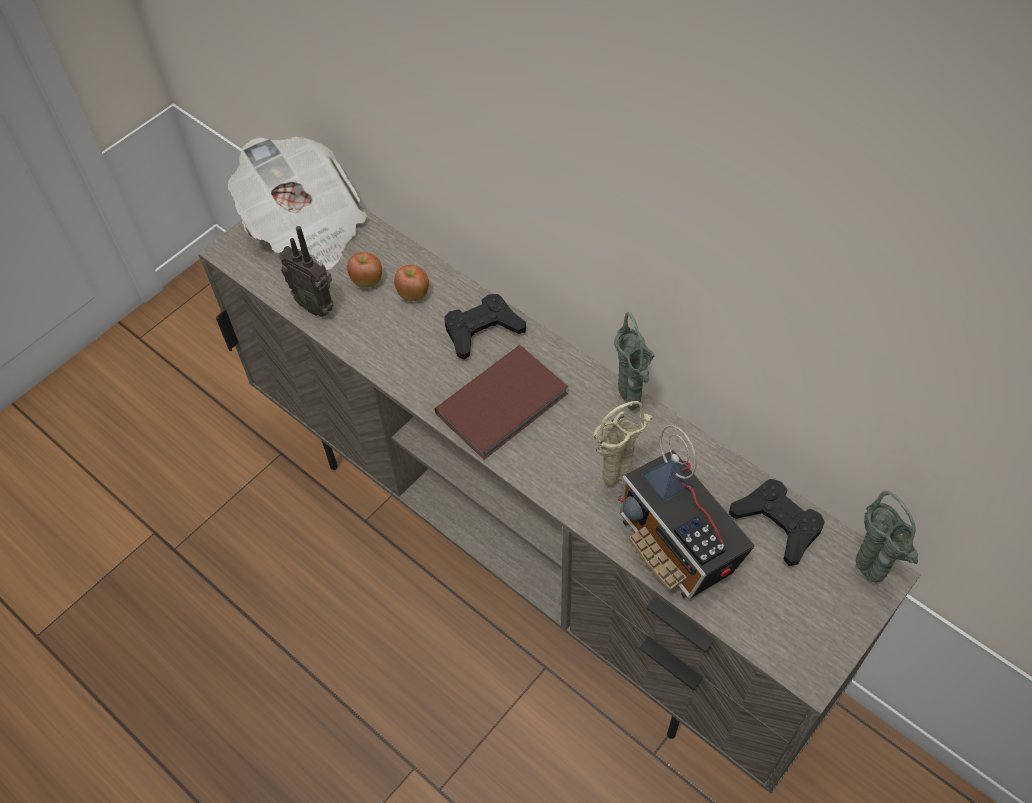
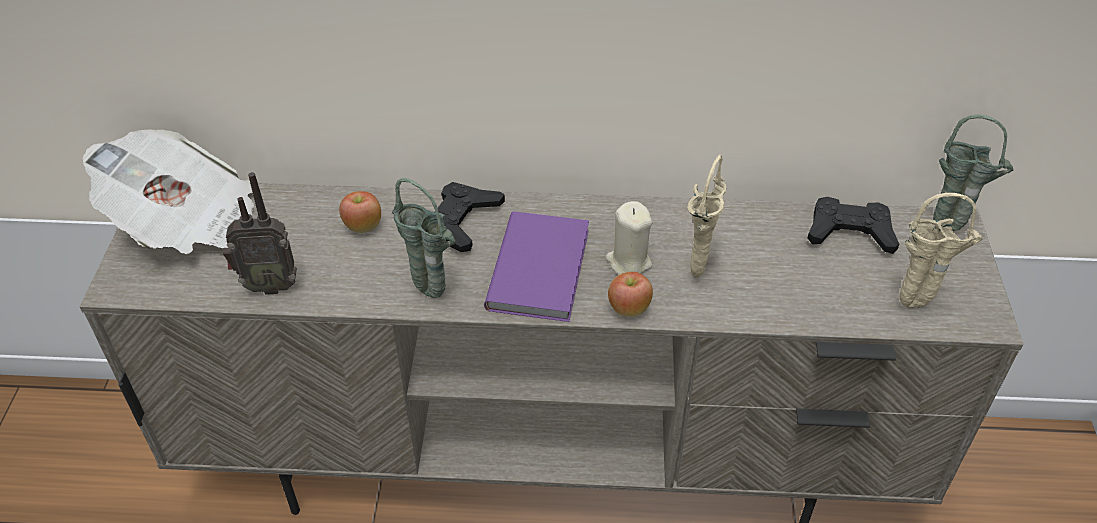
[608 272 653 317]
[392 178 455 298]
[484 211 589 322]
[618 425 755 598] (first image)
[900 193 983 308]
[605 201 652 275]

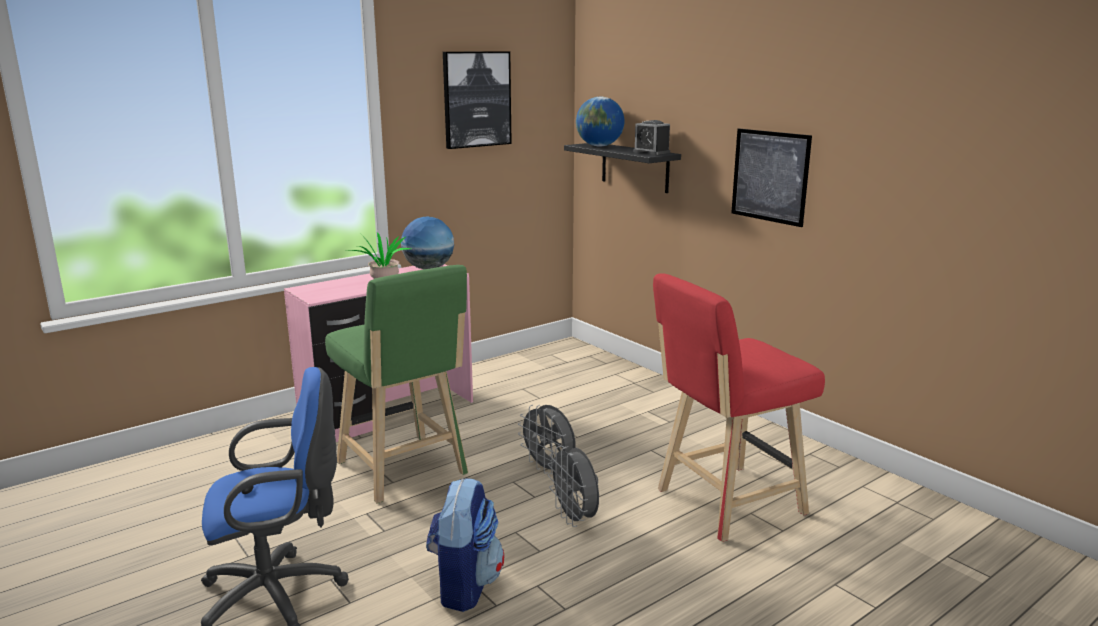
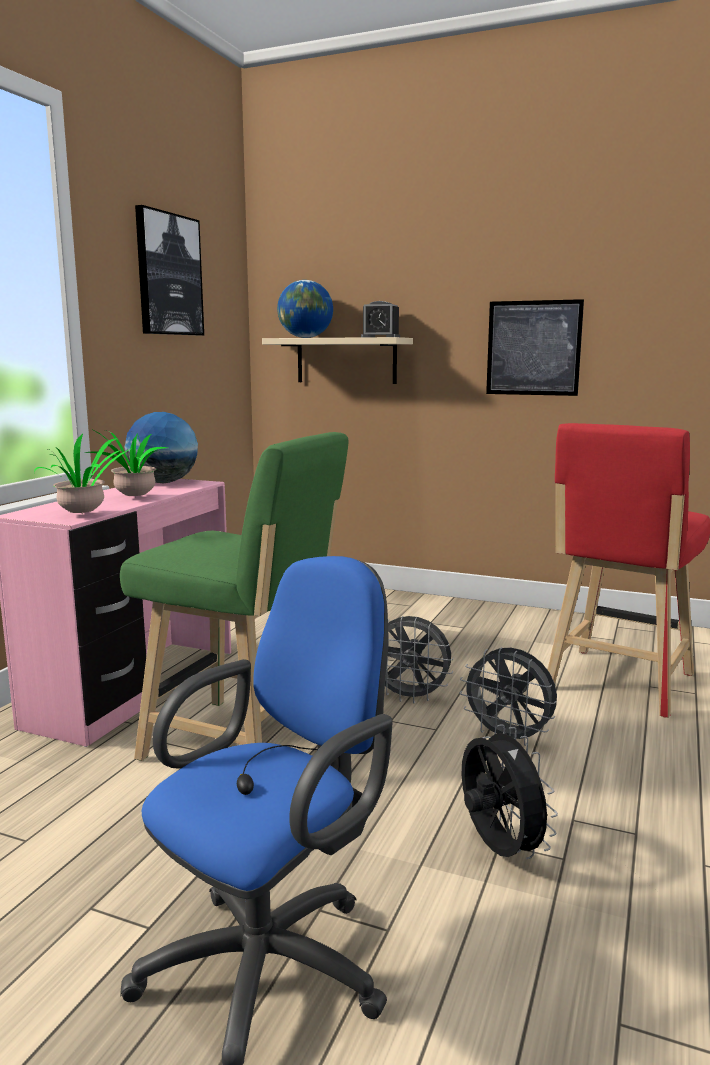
[262 337 413 384]
[461 724 558 859]
[34 434 132 513]

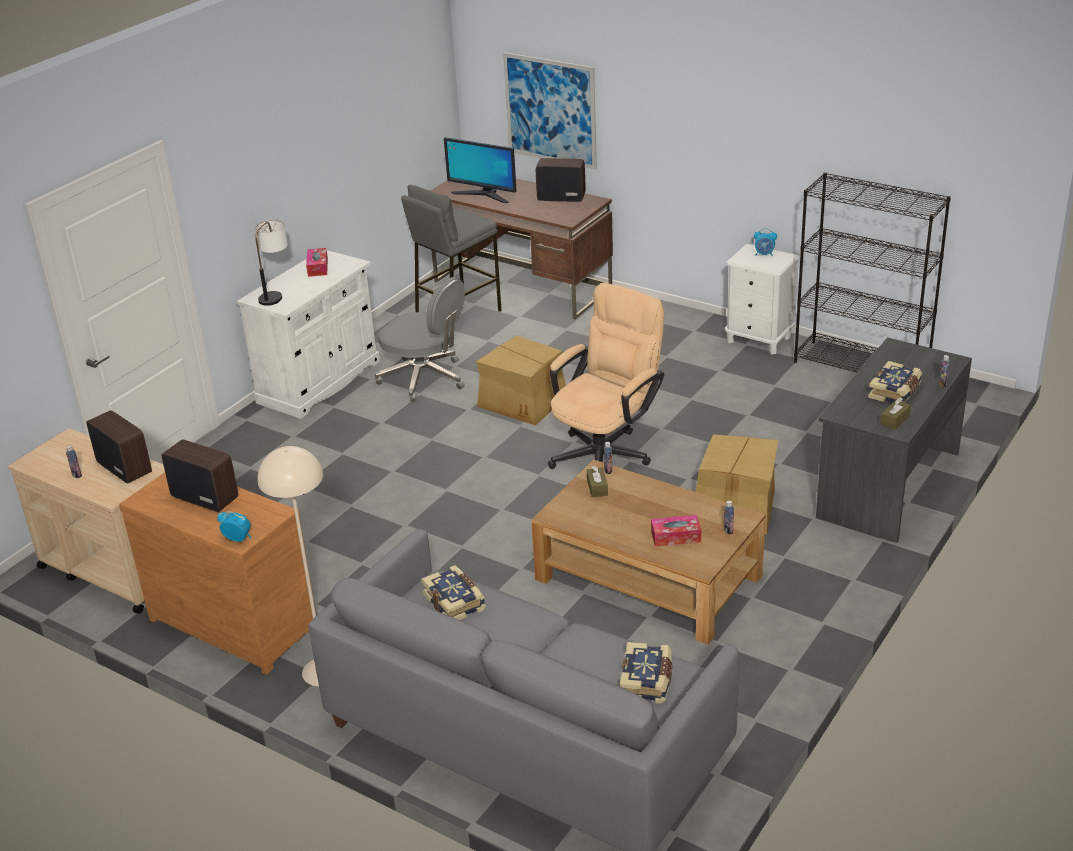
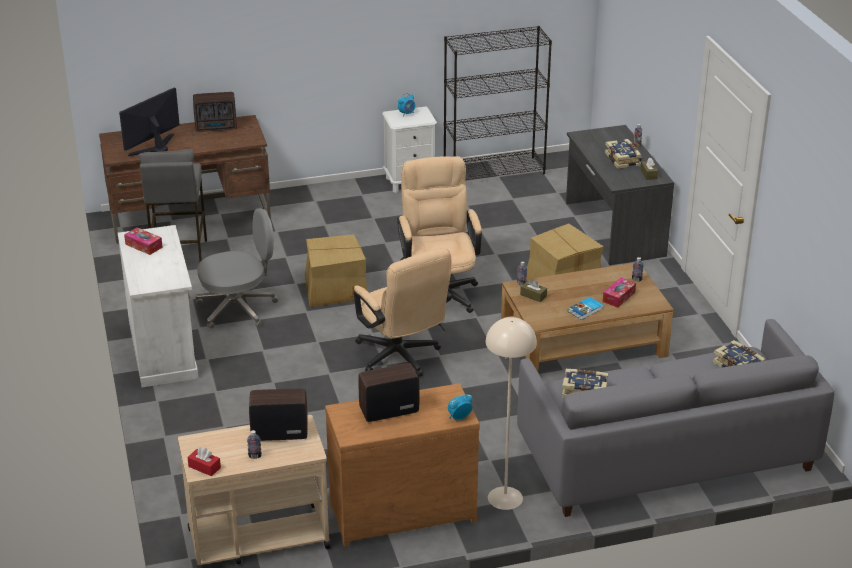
[503 52 597 170] (first image)
[119 87 180 156]
[193 92 237 132]
[255 220 288 306] (first image)
[354 248 452 377]
[568 297 603 320]
[187 447 221 476]

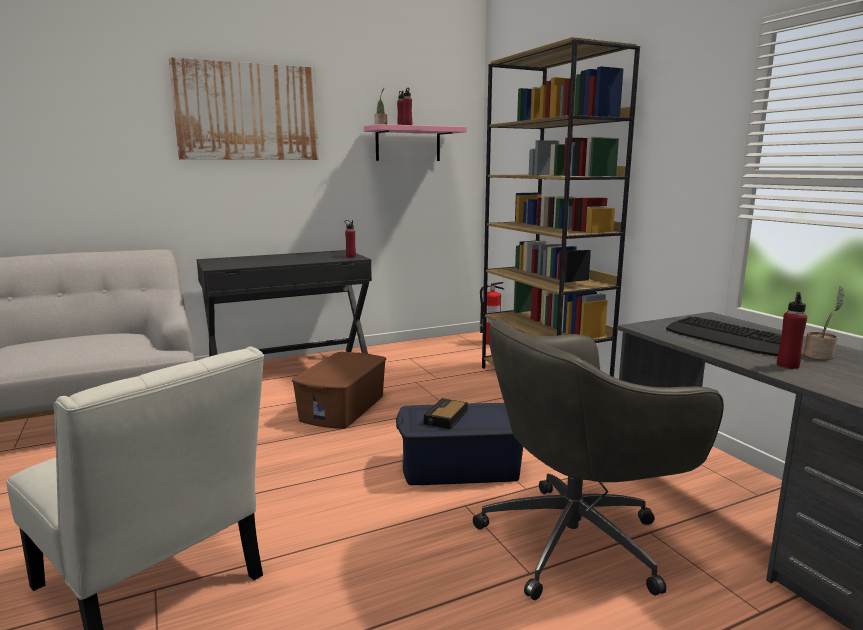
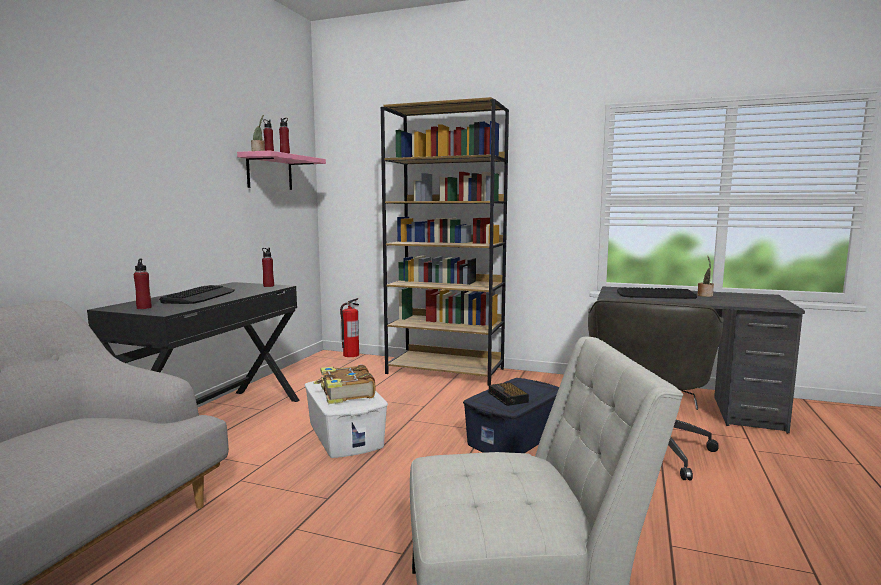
[169 57 319 160] (first image)
[134 259 152 309]
[305 380 388 458]
[159 285 235 304]
[313 365 375 404]

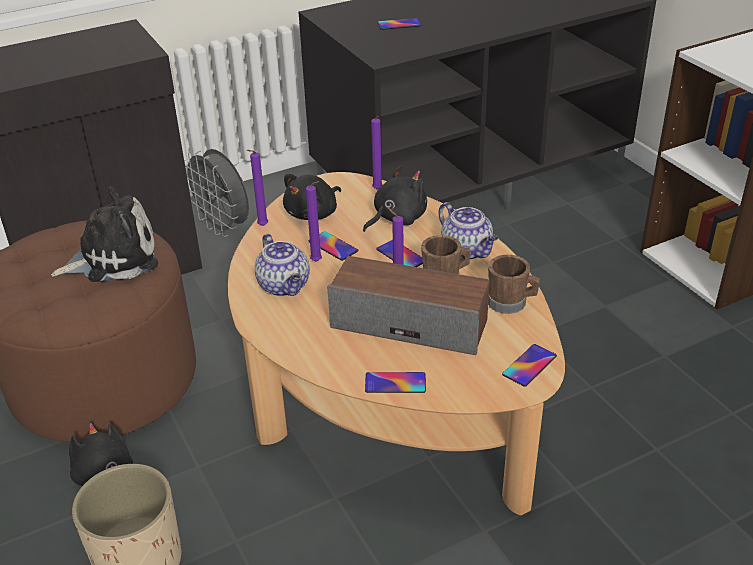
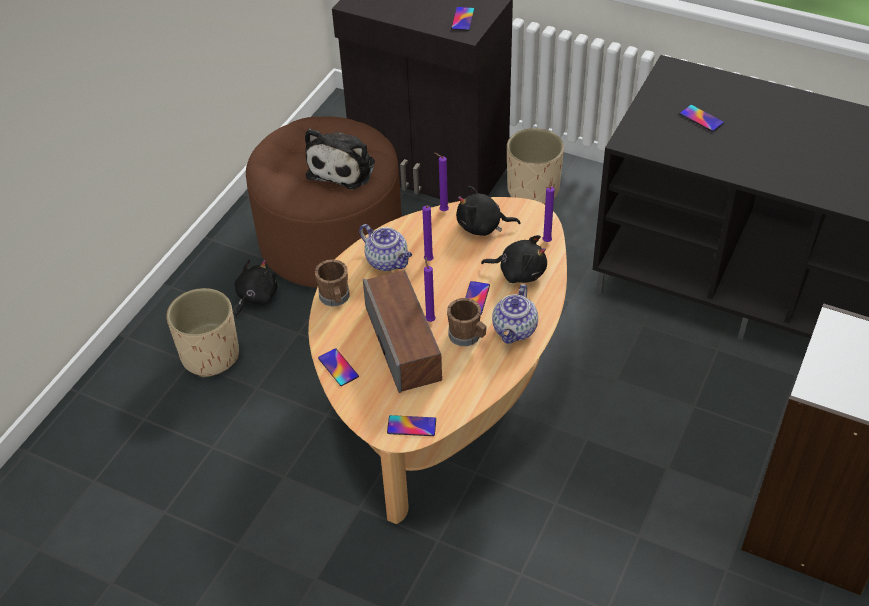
[507 128 564 204]
[305 129 375 189]
[451 7 474 31]
[359 224 412 271]
[315 260 350 307]

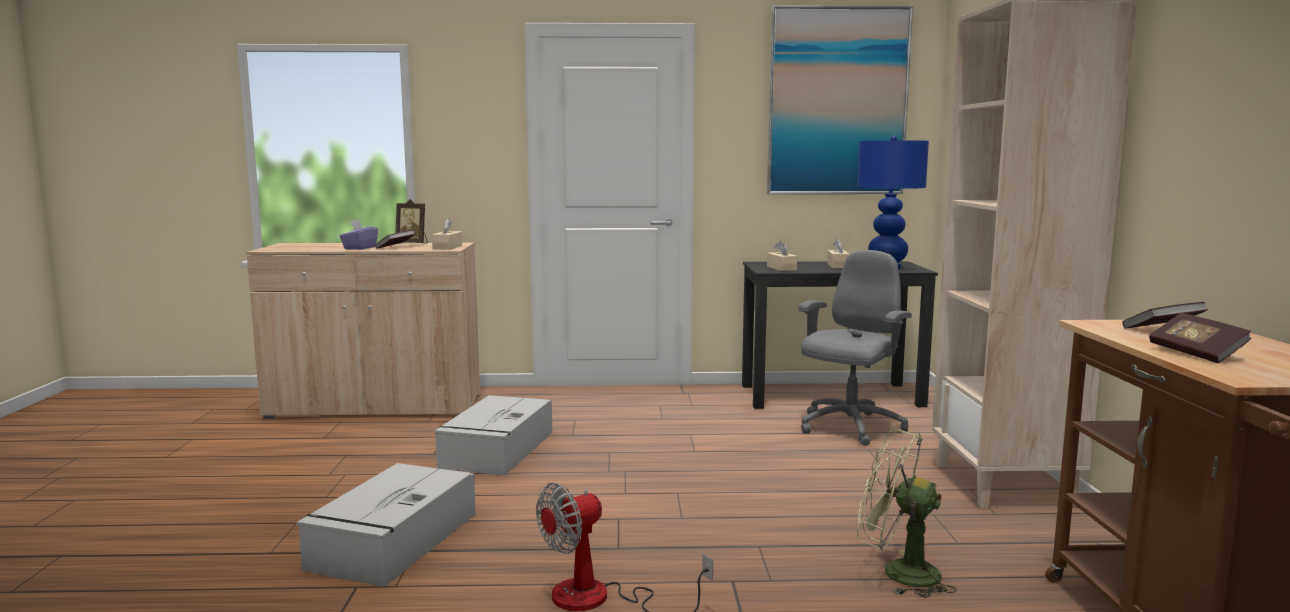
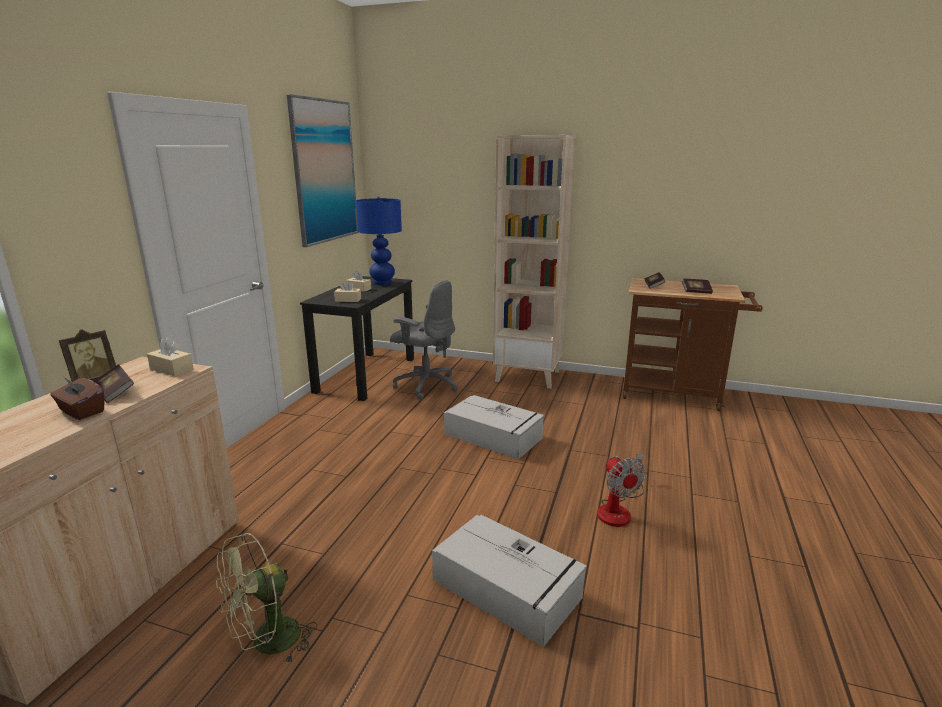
[50 376 104 420]
[390 280 458 400]
[444 395 544 460]
[216 533 317 665]

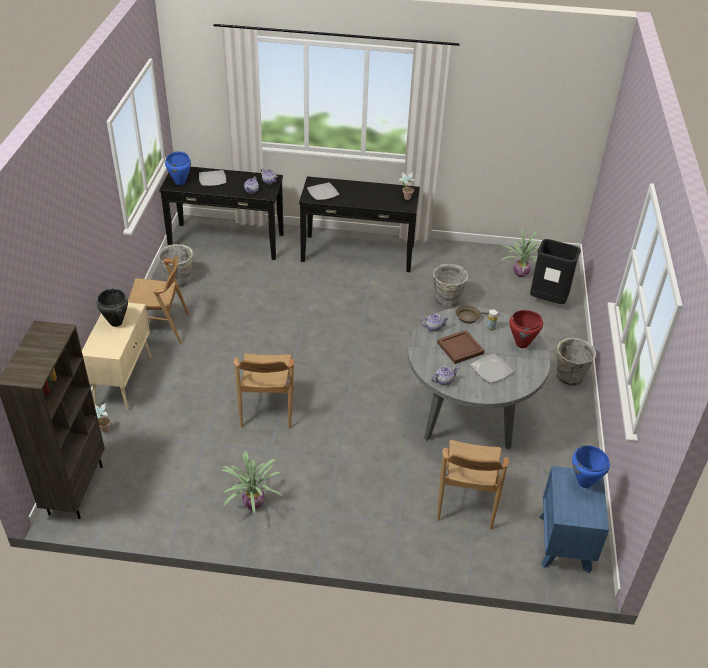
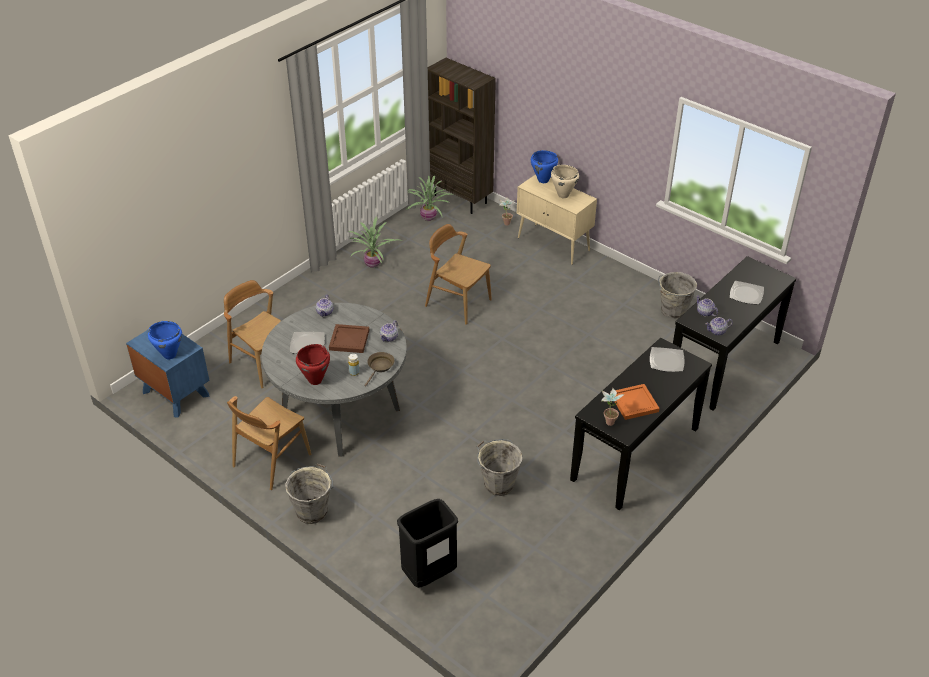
[531 150 558 183]
[406 176 453 221]
[227 396 311 490]
[551 165 579 198]
[615 384 660 420]

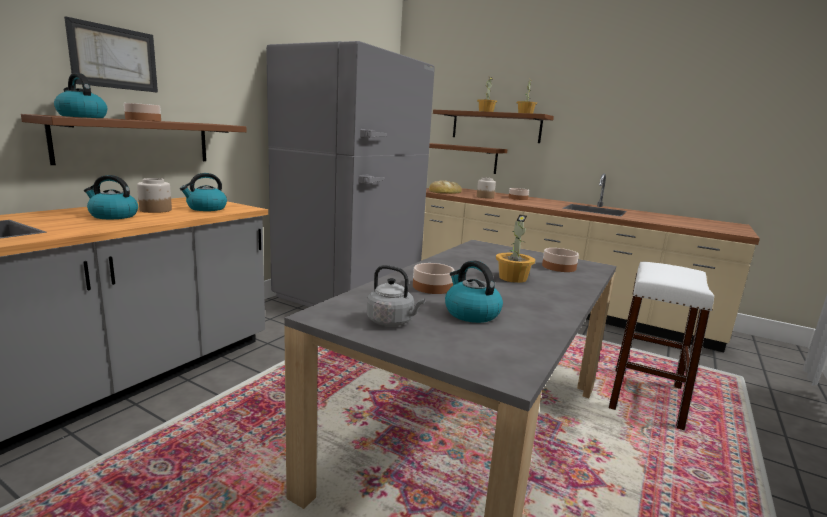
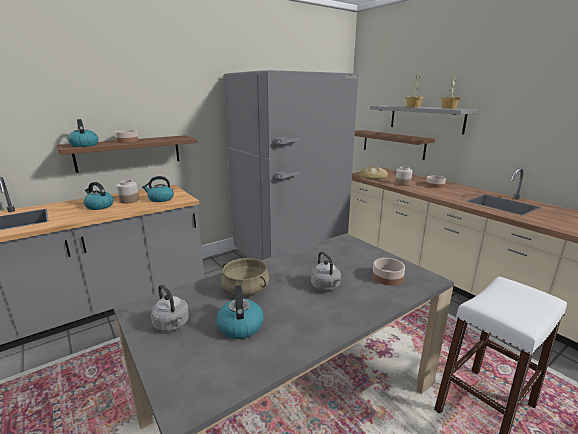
[64 16 158 92] (first image)
[370 105 478 135]
[311 252 341 291]
[221 258 269 296]

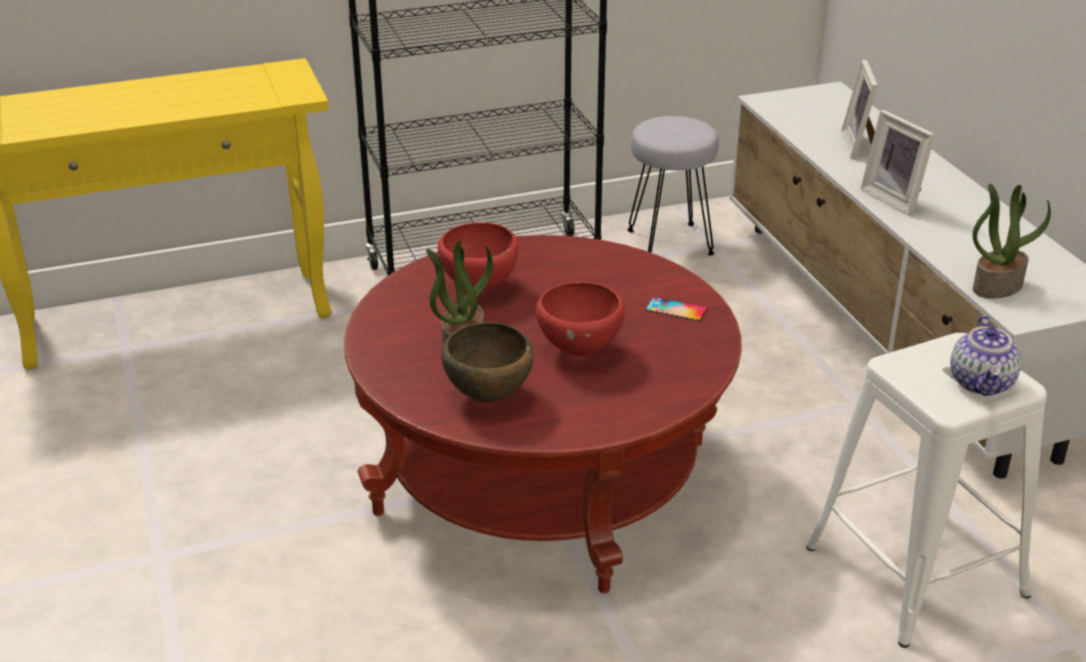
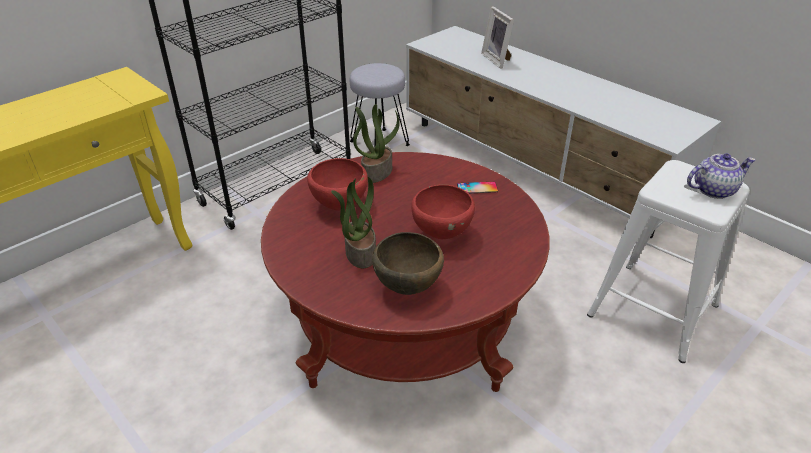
[861 110 935 216] (first image)
[353 104 400 183]
[687 153 755 199]

